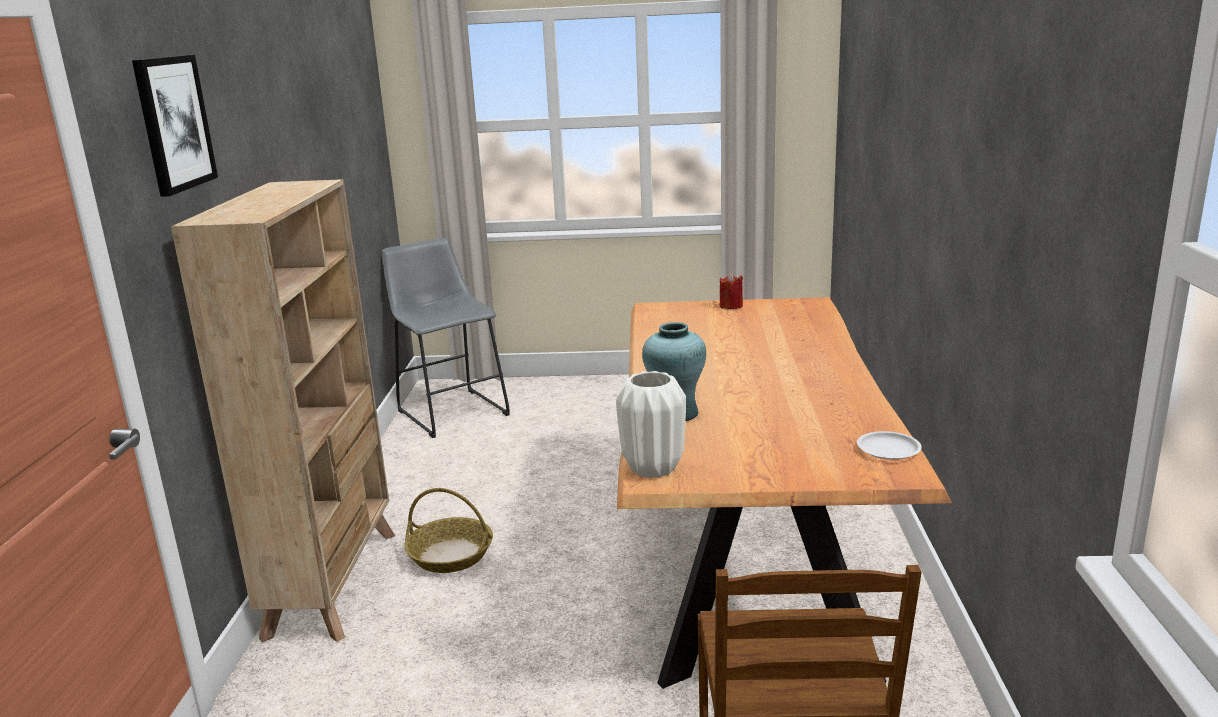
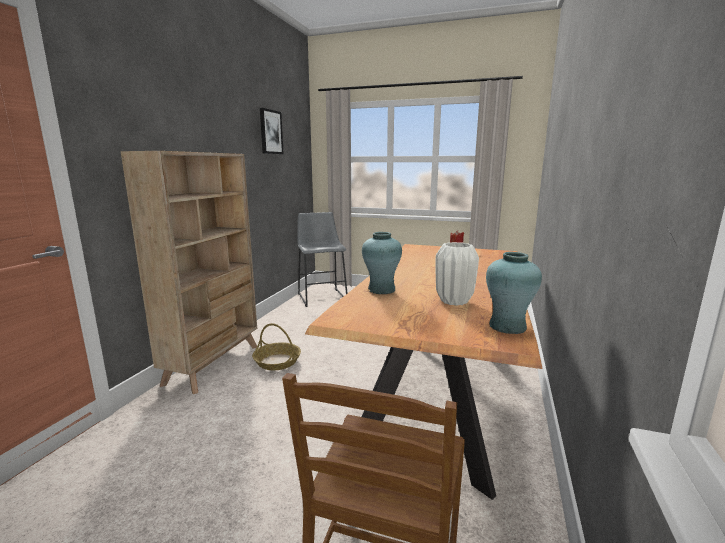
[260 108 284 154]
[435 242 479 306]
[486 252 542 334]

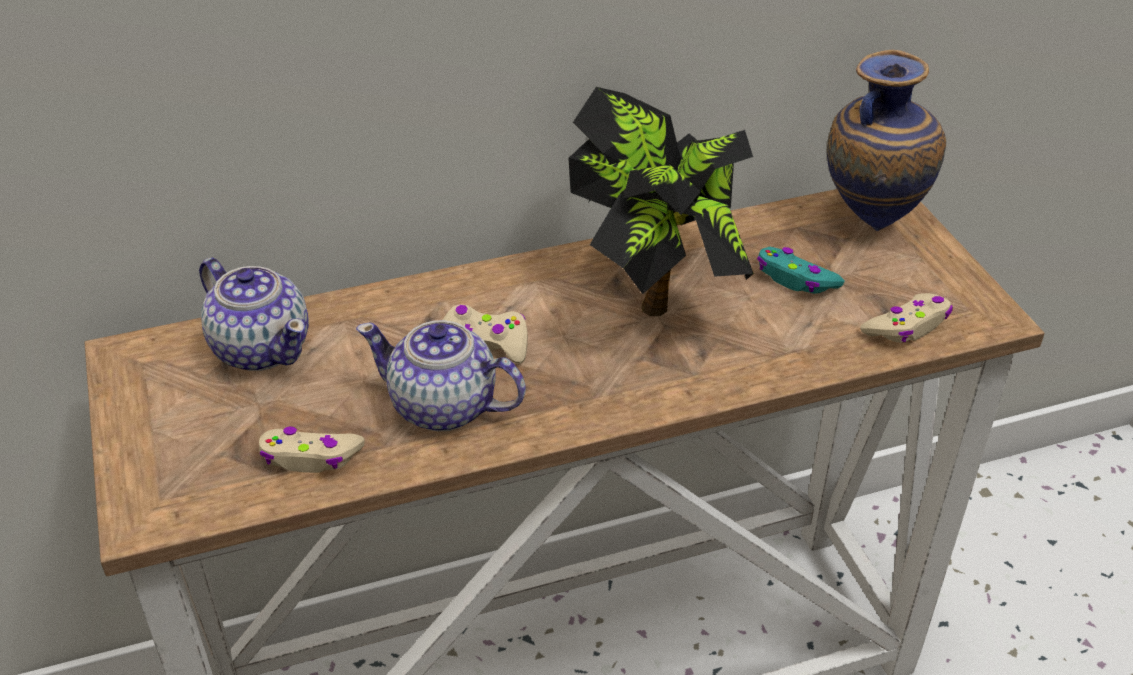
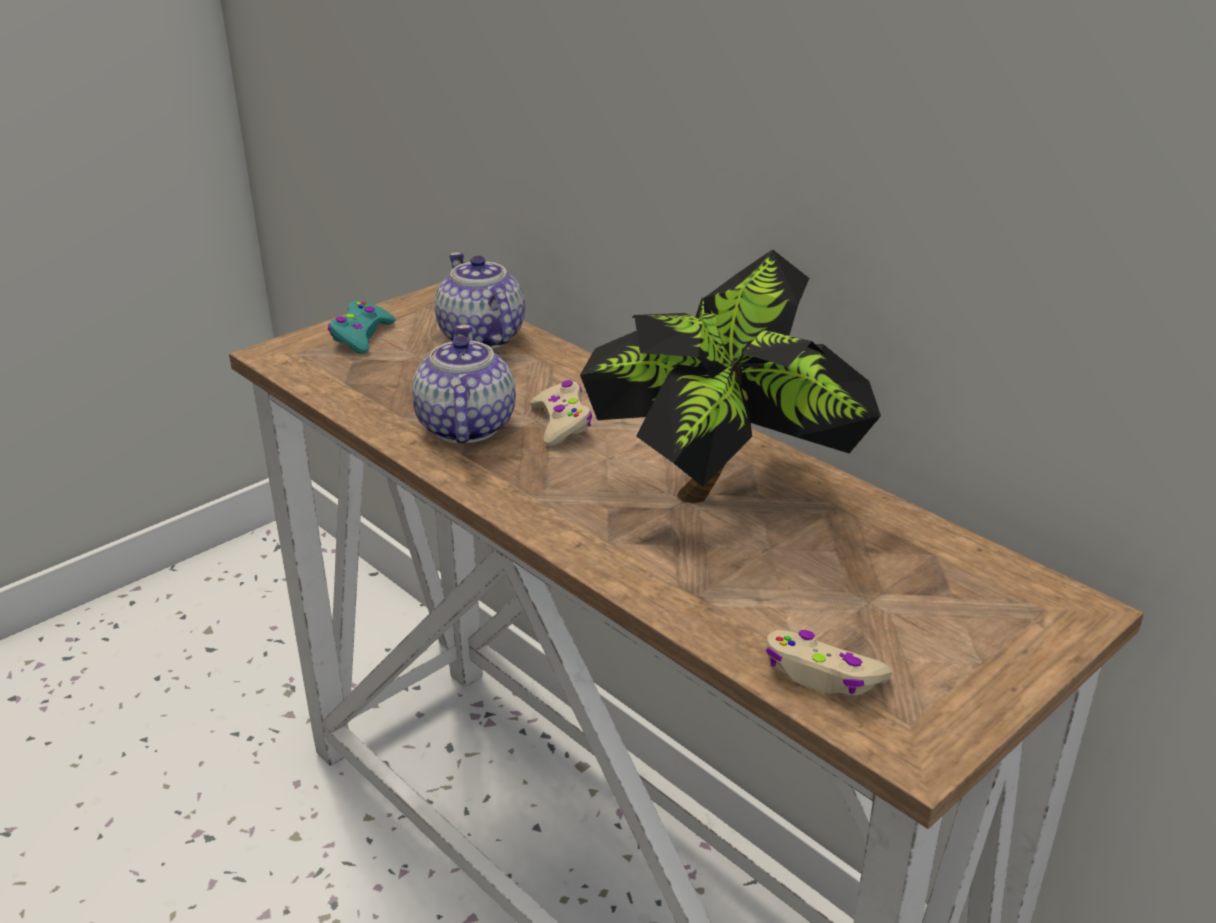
[827 49 946 231] (first image)
[328 300 396 354]
[435 252 525 349]
[259 427 365 473] (first image)

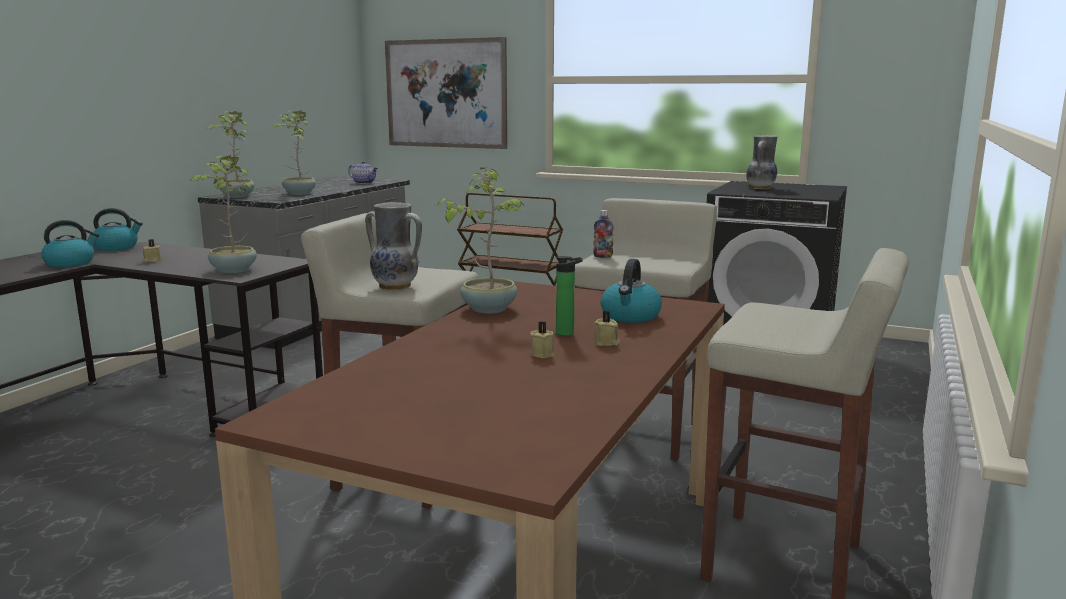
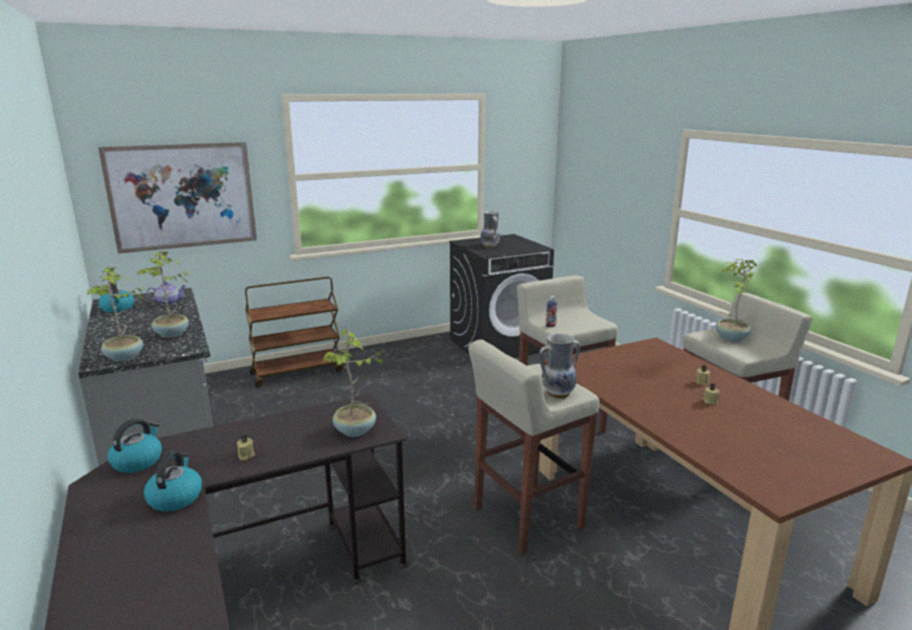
[715 259 757 342]
[556 256 583 336] (first image)
[98 279 134 313]

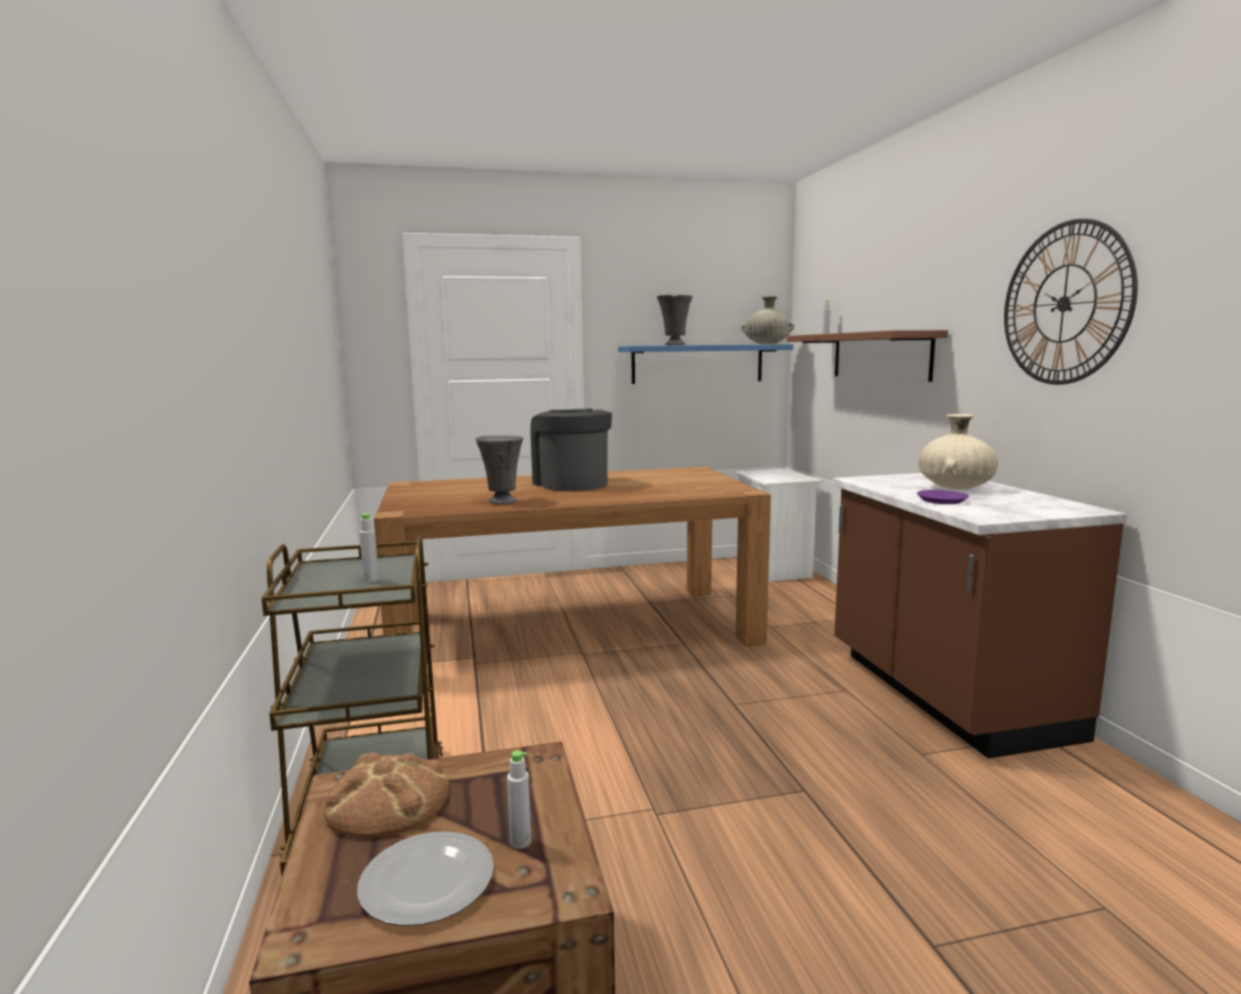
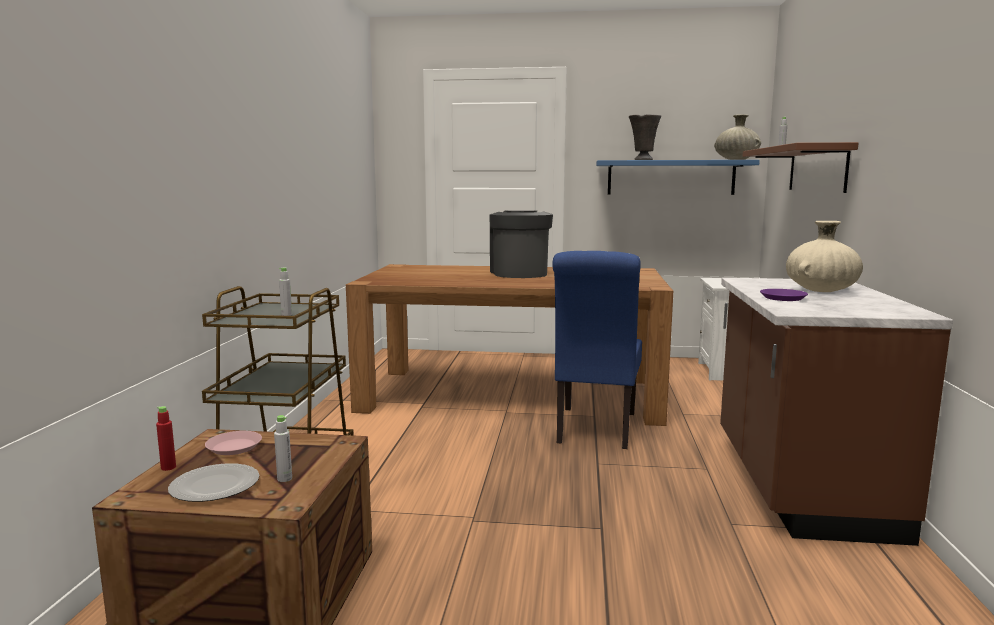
[1004 219 1138 385] (first image)
[476 435 523 505] (first image)
[205 431 262 455]
[552 251 642 449]
[156 406 176 471]

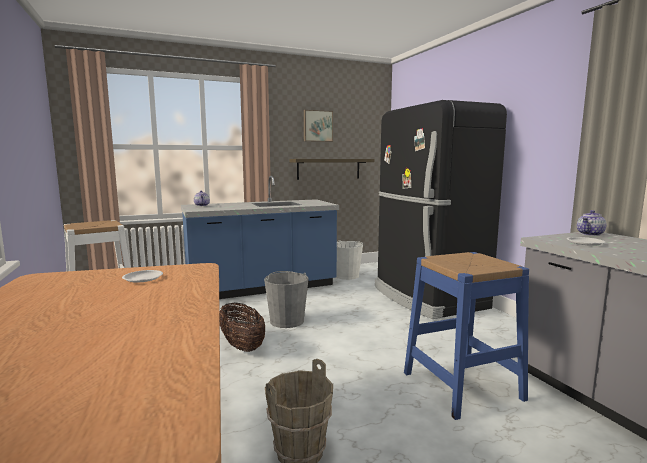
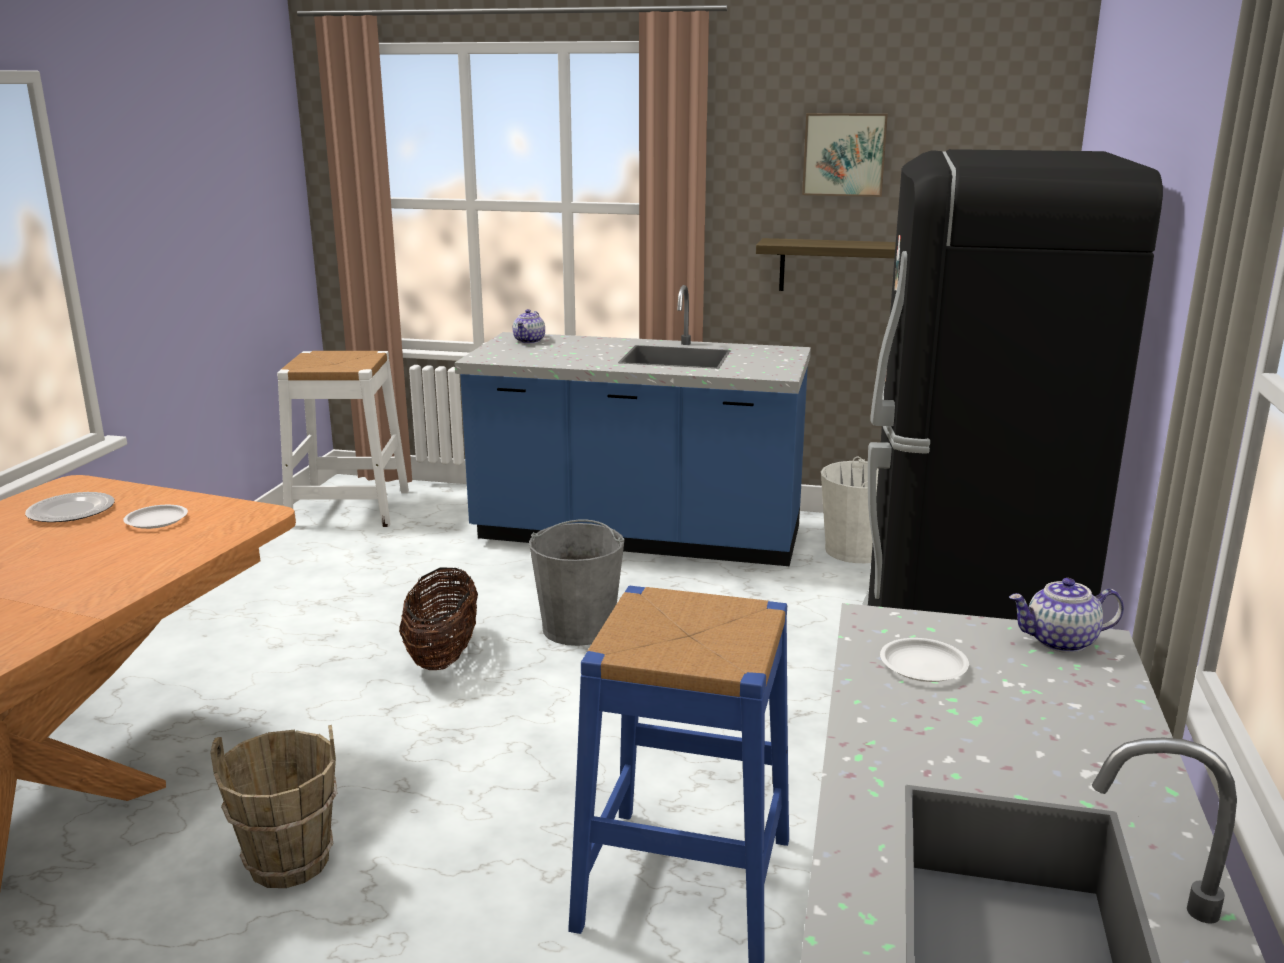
[25 492 114 522]

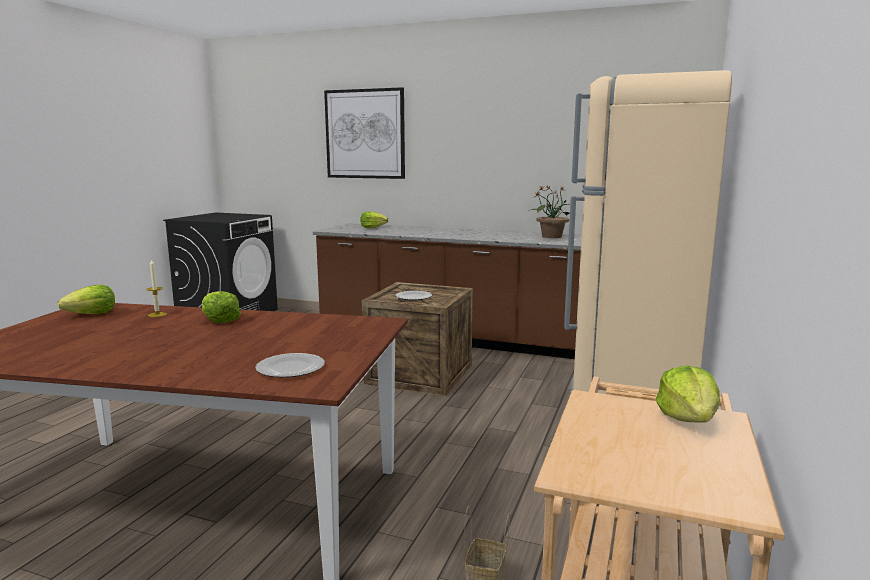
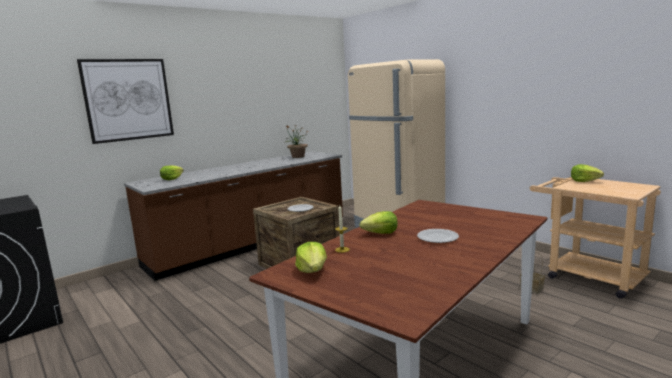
[417 229 459 243]

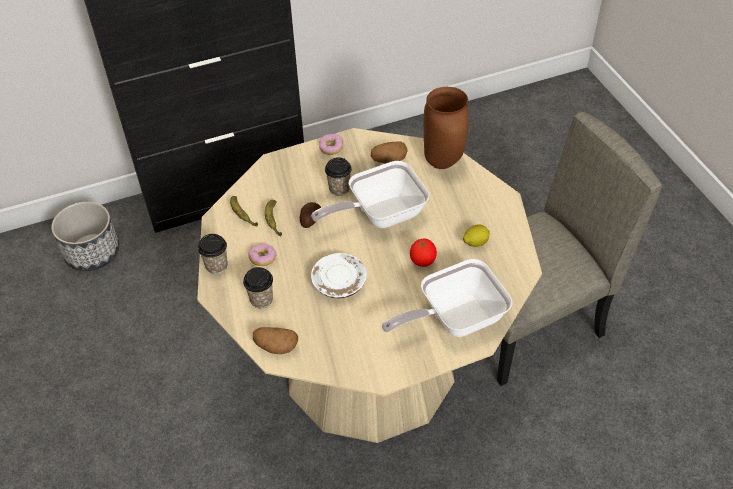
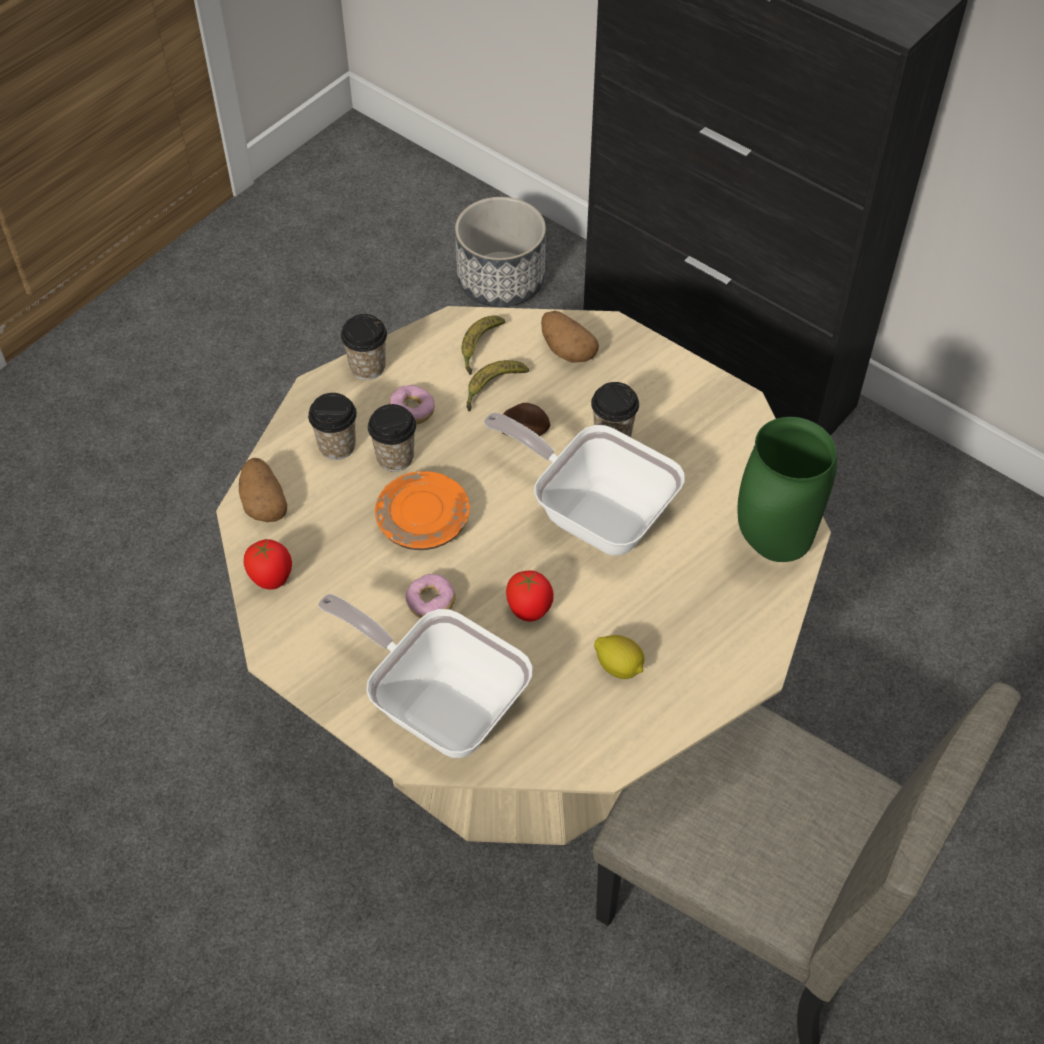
[738 417 837 562]
[406 574 456 618]
[541 311 599 363]
[375 471 470 550]
[368 404 416 472]
[244 539 292 590]

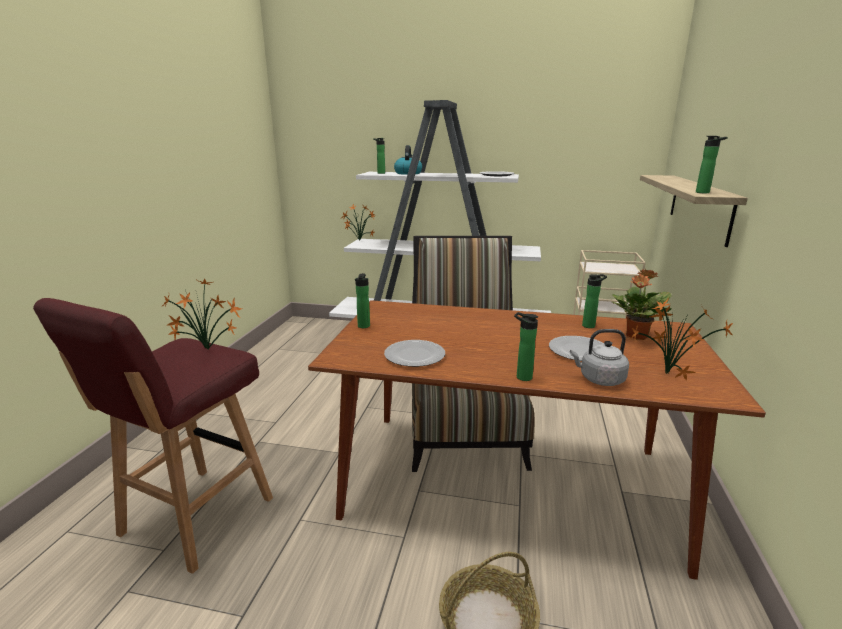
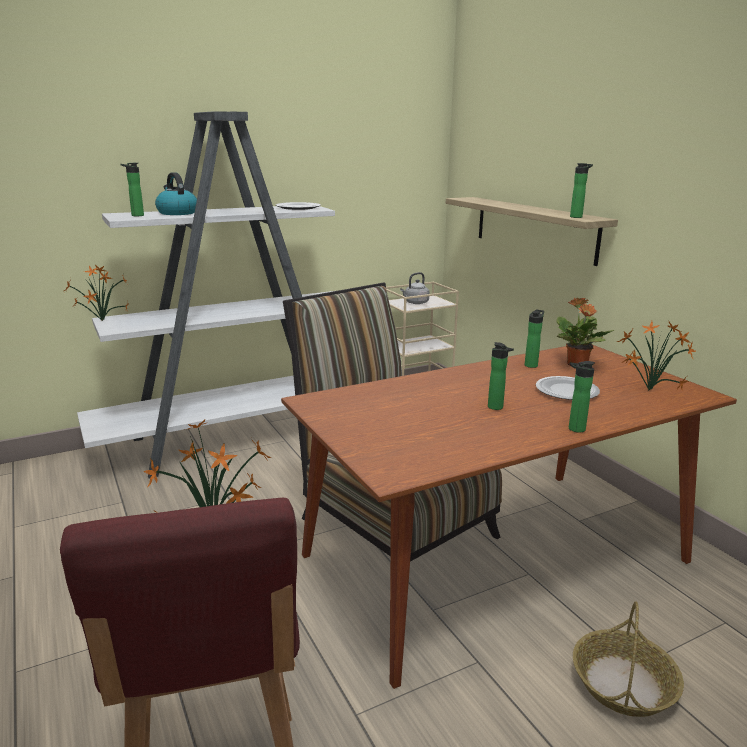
[488 342 514 410]
[400 272 429 304]
[384 340 445 367] (first image)

